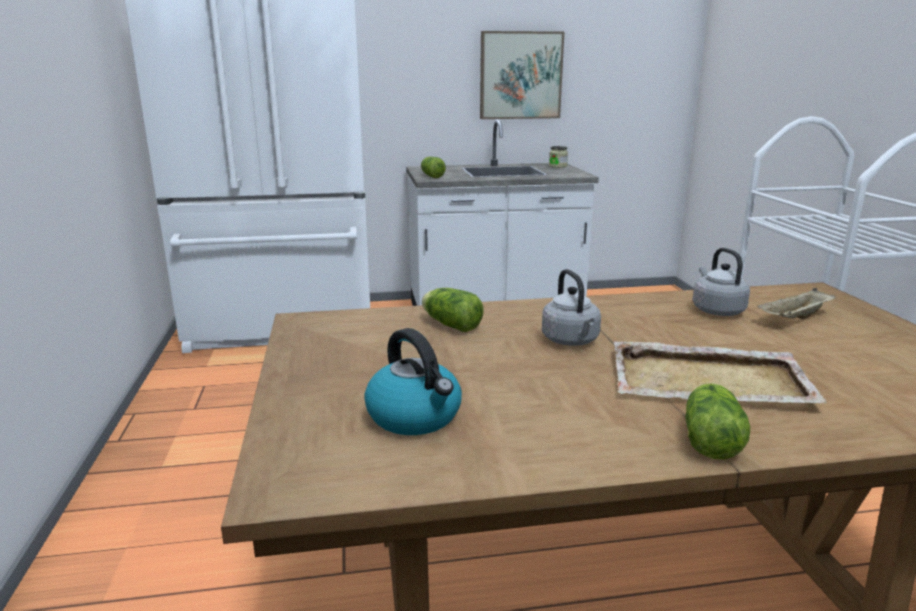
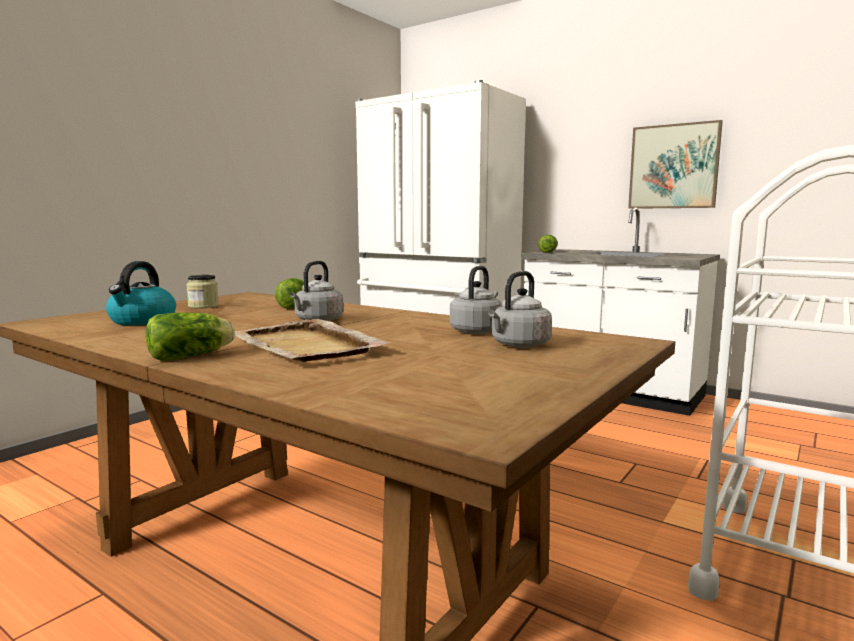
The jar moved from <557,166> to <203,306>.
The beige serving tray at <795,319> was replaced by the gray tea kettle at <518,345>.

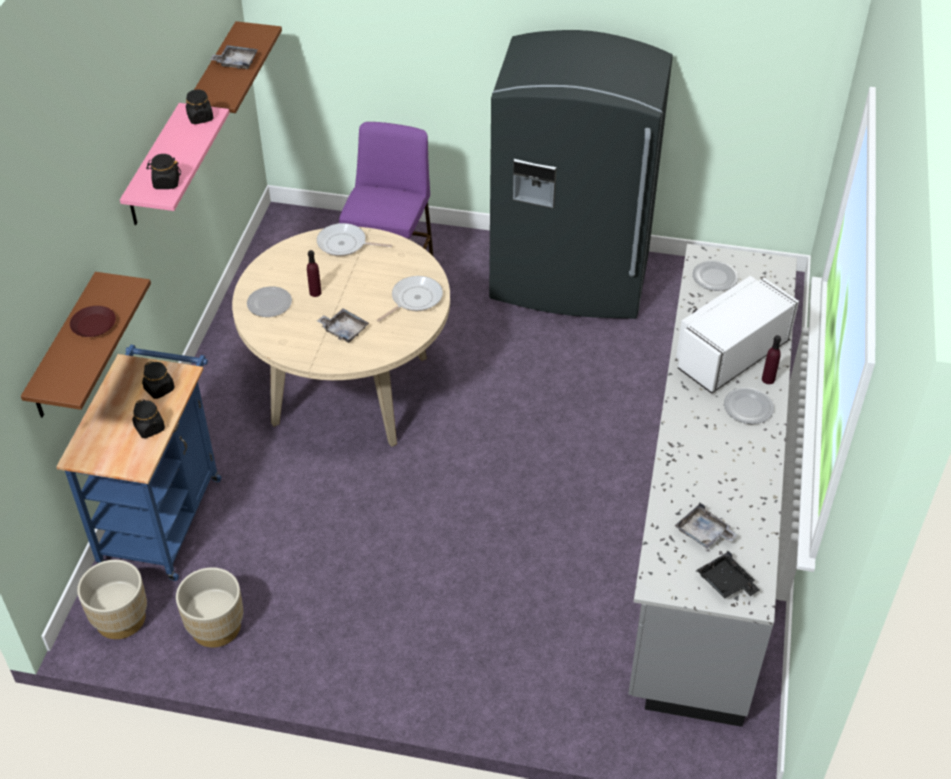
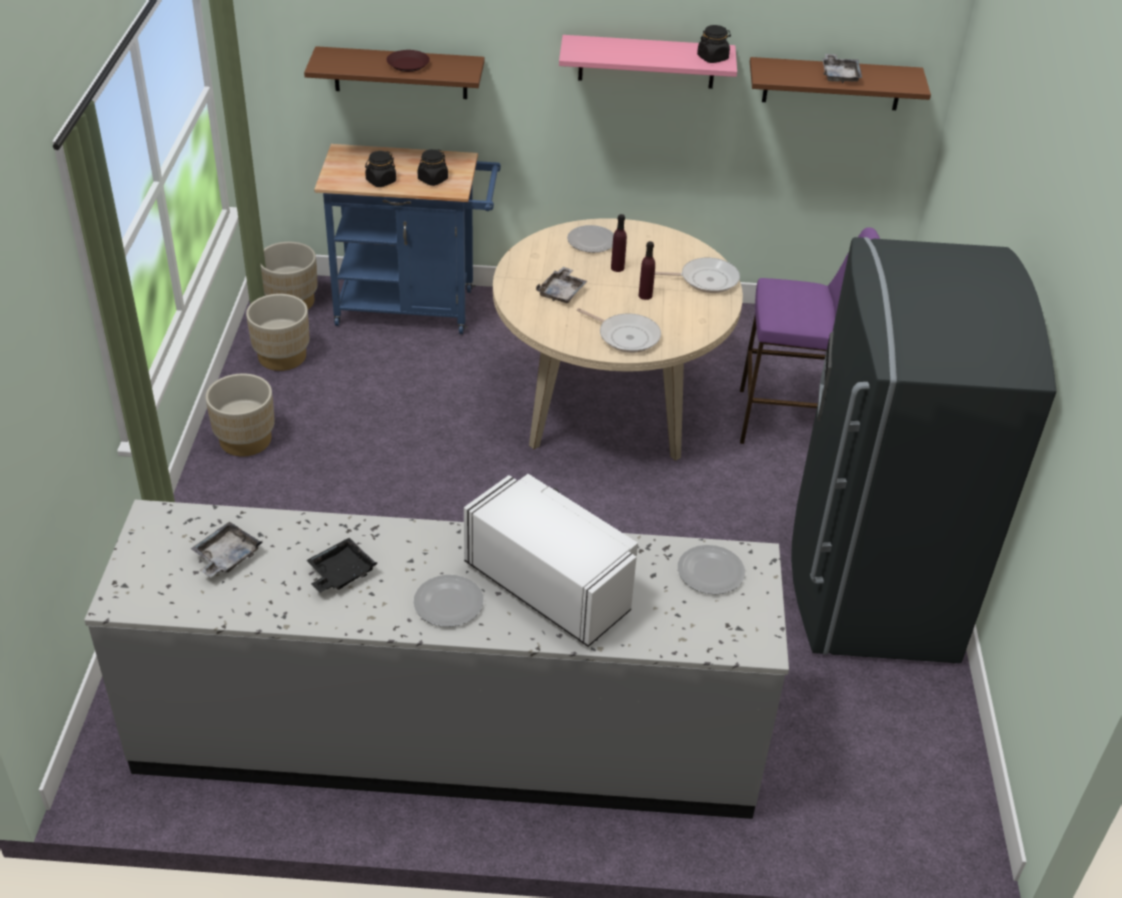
The black-coloured jar at <166,183> disappeared.
The pan at <345,244> turned 90 degrees clockwise.
The purple drink bottle moved from <768,379> to <645,295>.
The black-coloured serving tray moved from <726,583> to <340,573>.
The beige plant pot at <245,440> appeared.

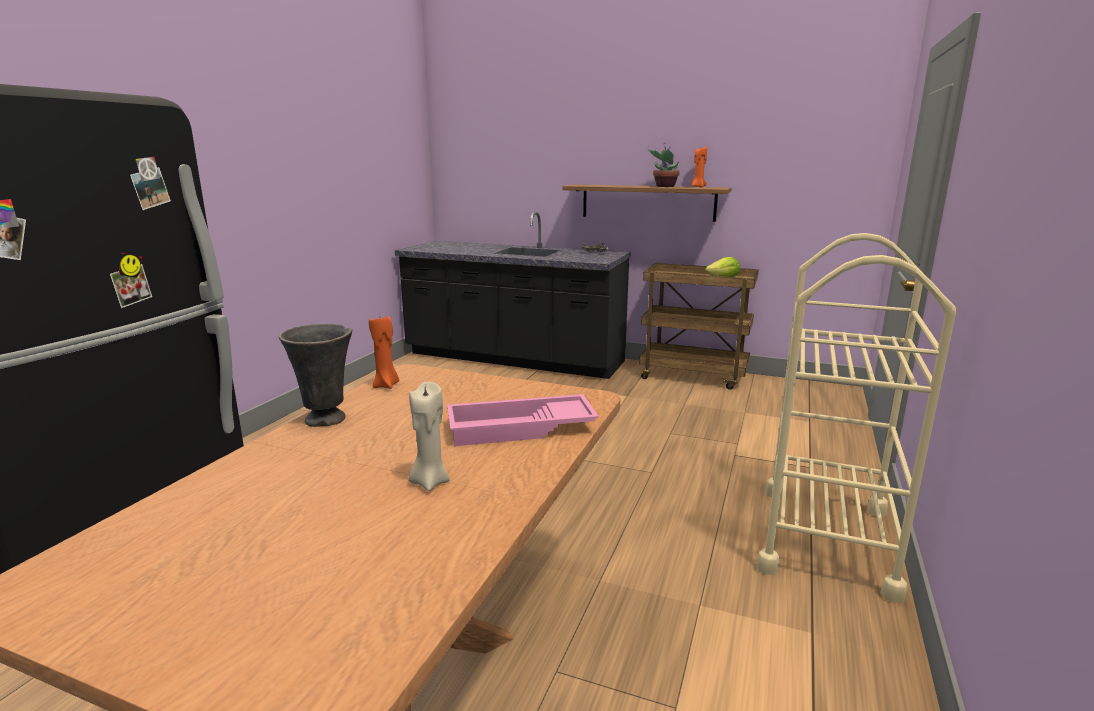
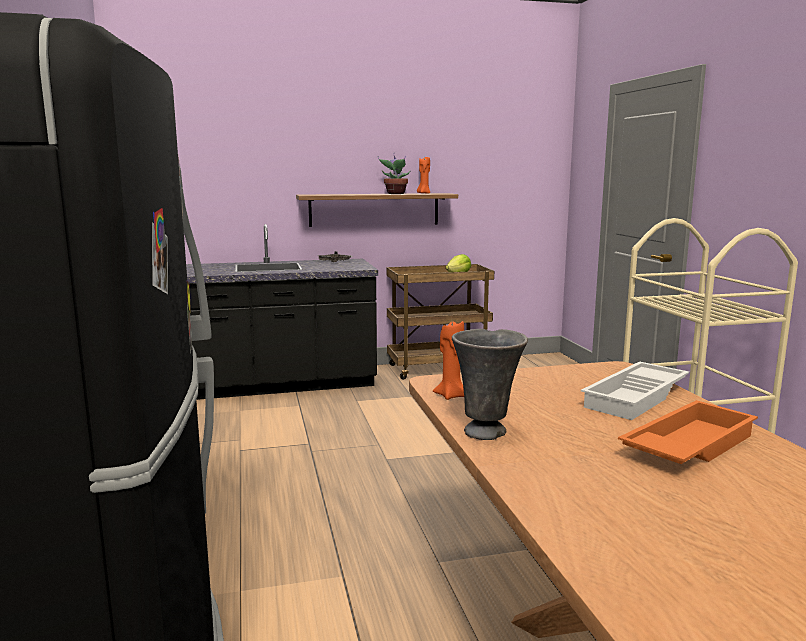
The beige wax light at <429,482> was replaced by the orange serving tray at <687,445>.
The pink serving tray at <520,429> became the white-coloured serving tray at <637,398>.

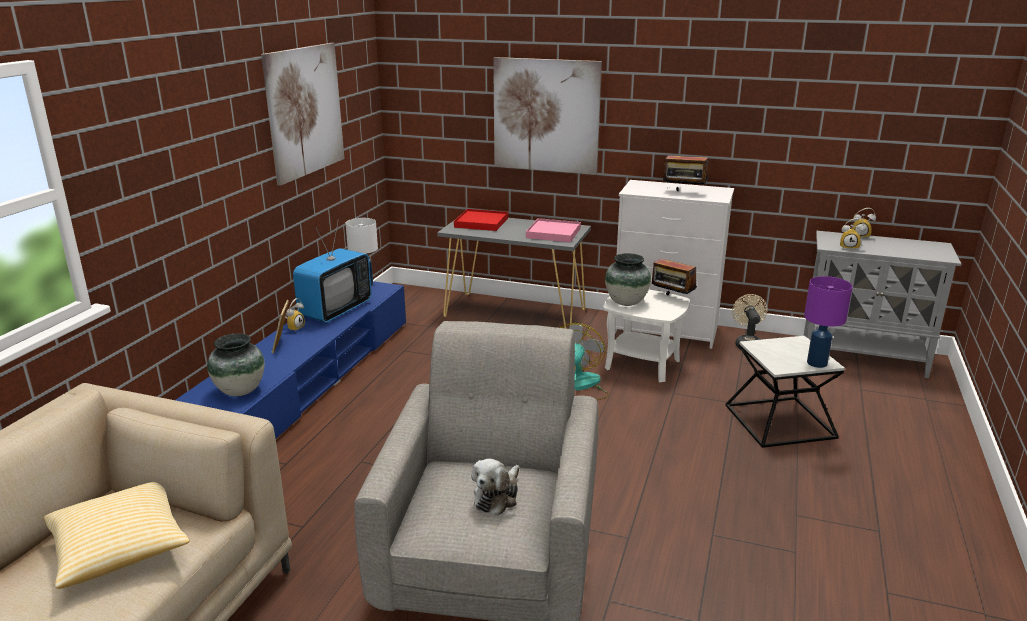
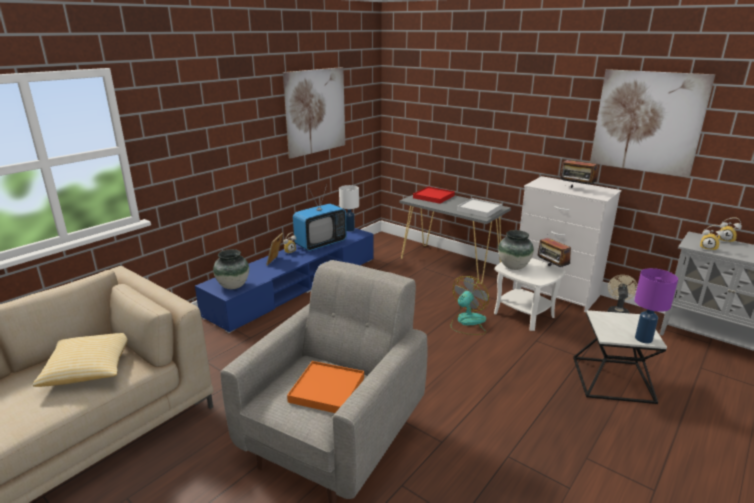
The picture moved from <546,115> to <647,122>.
The pink serving tray at <553,233> became the white-coloured serving tray at <479,209>.
The cuddly toy at <497,496> was replaced by the orange serving tray at <327,389>.

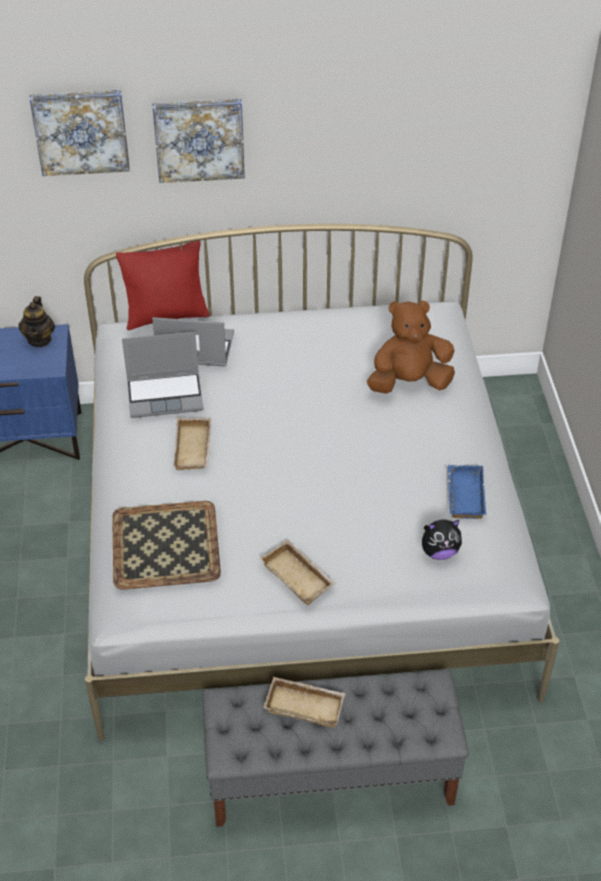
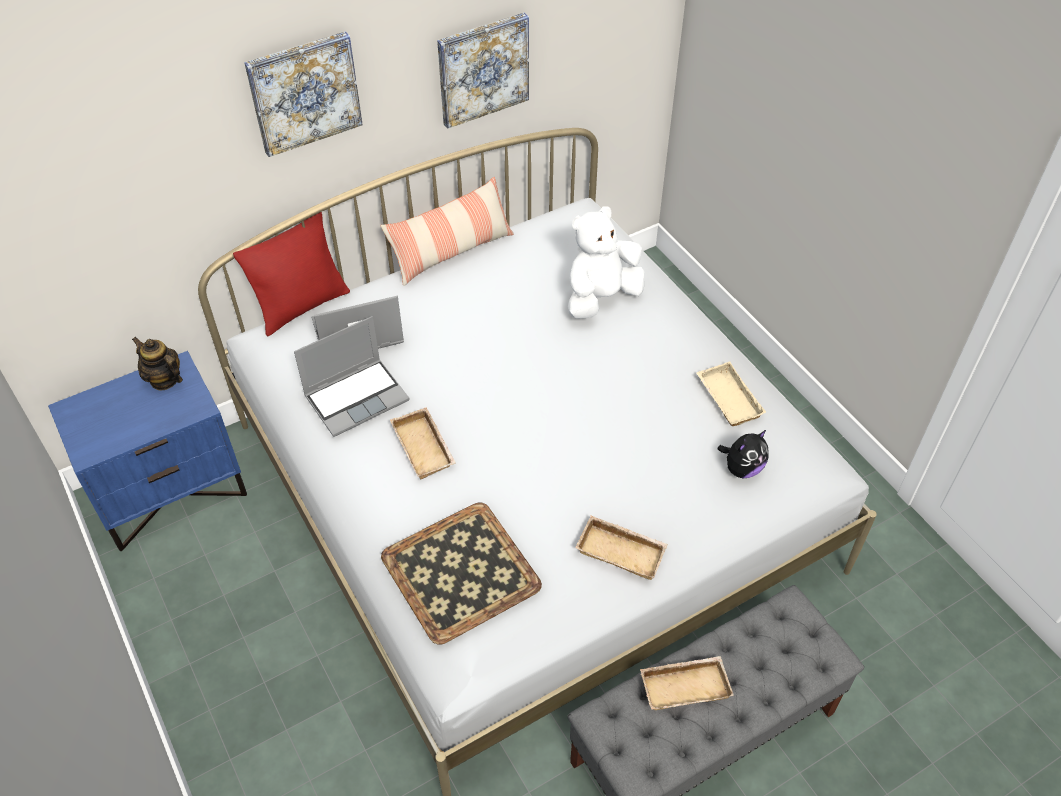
The picture moved from <81,131> to <483,69>.
The tea pot at <39,339> turned 150 degrees clockwise.
The brown-coloured cuddly toy at <409,383> became the white-coloured cuddly toy at <601,298>.
The bluish serving tray at <463,495> became the beige serving tray at <726,398>.
The pillow at <451,252> appeared.

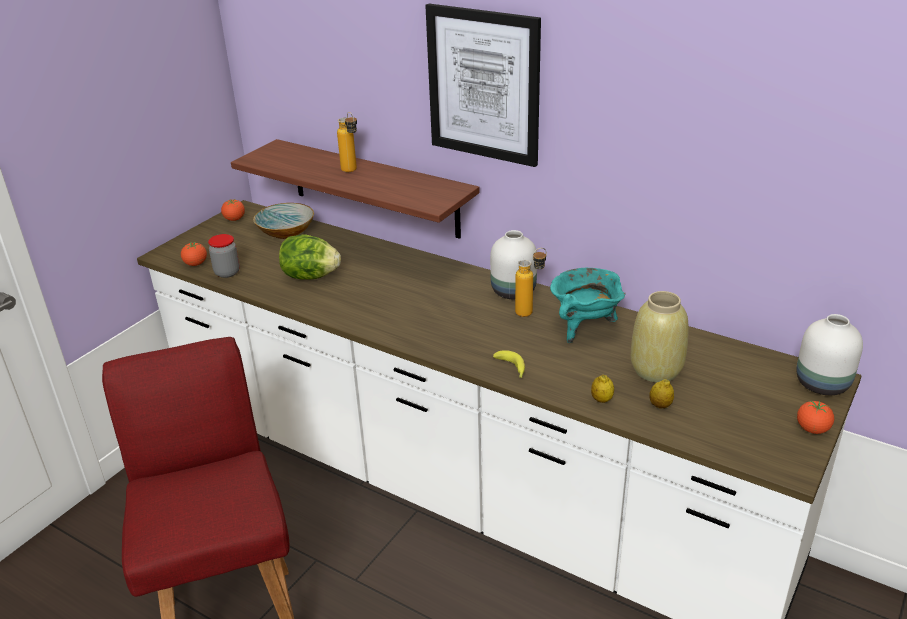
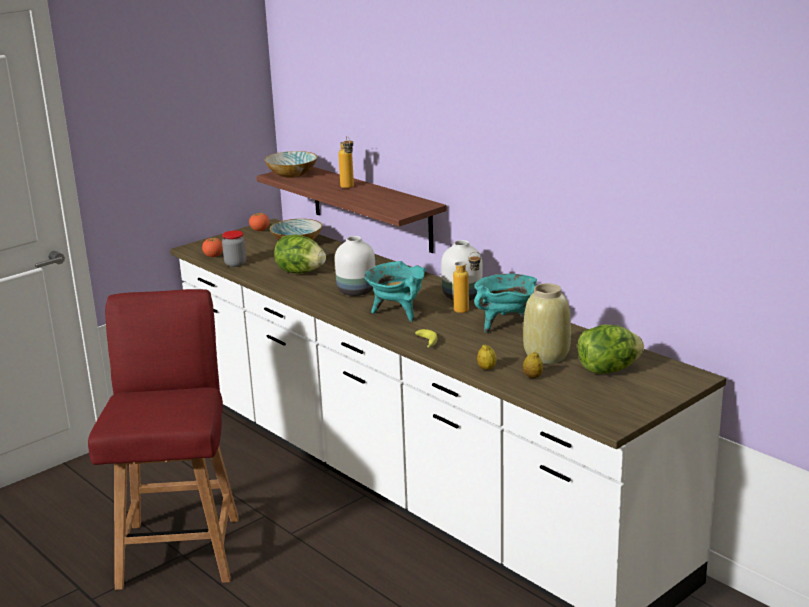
The picture at <483,85> disappeared.
The white-coloured vase moved from <821,383> to <356,291>.
The whole tomato at <812,429> disappeared.
The bowl at <292,174> appeared.
The blue-green saucepot at <397,313> appeared.
The head of lettuce at <608,370> appeared.

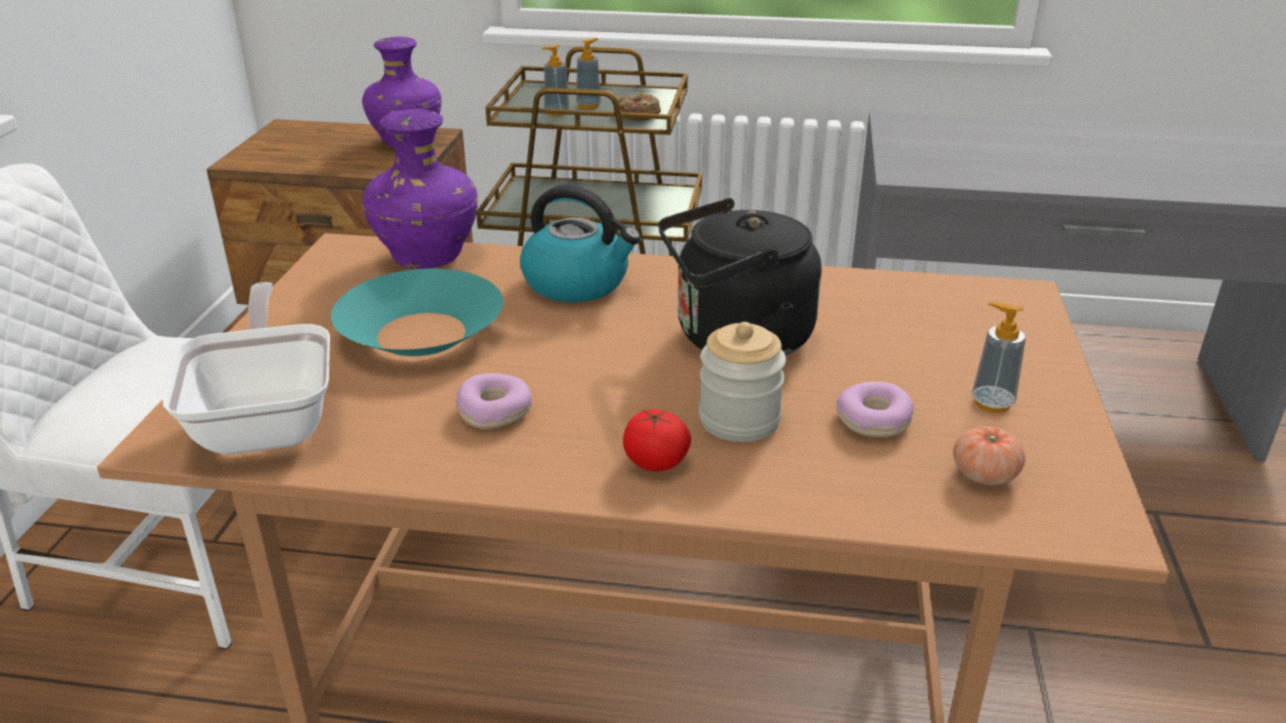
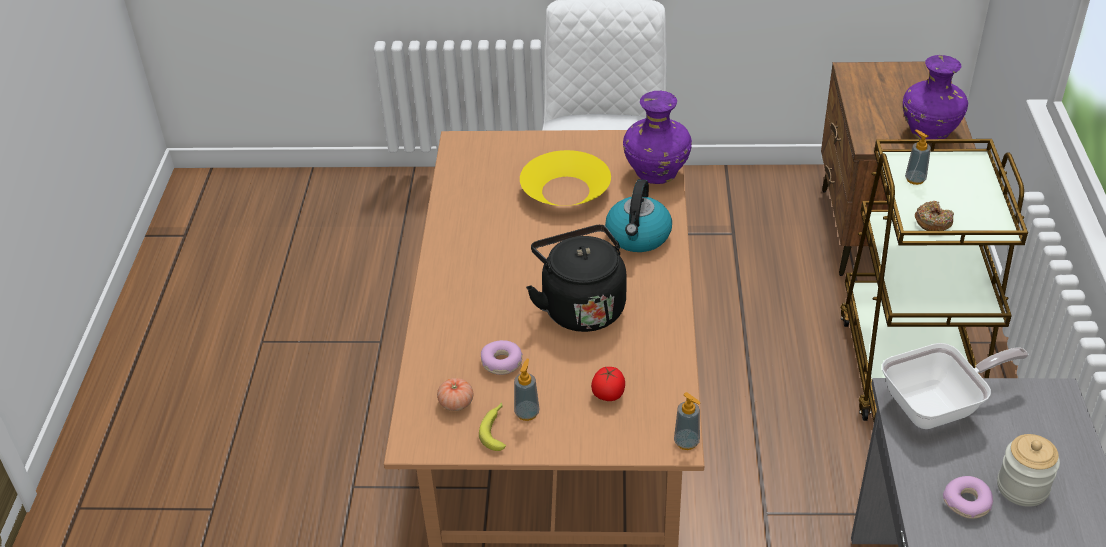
The soap dispenser moved from <588,106> to <686,442>.
The blue-green bowl at <420,333> became the yellowish bowl at <565,190>.
The pan moved from <268,418> to <939,406>.
The jar moved from <739,420> to <1022,487>.
The doughnut moved from <494,411> to <967,502>.
The whole tomato moved from <655,462> to <608,394>.
The whole banana at <496,429> appeared.

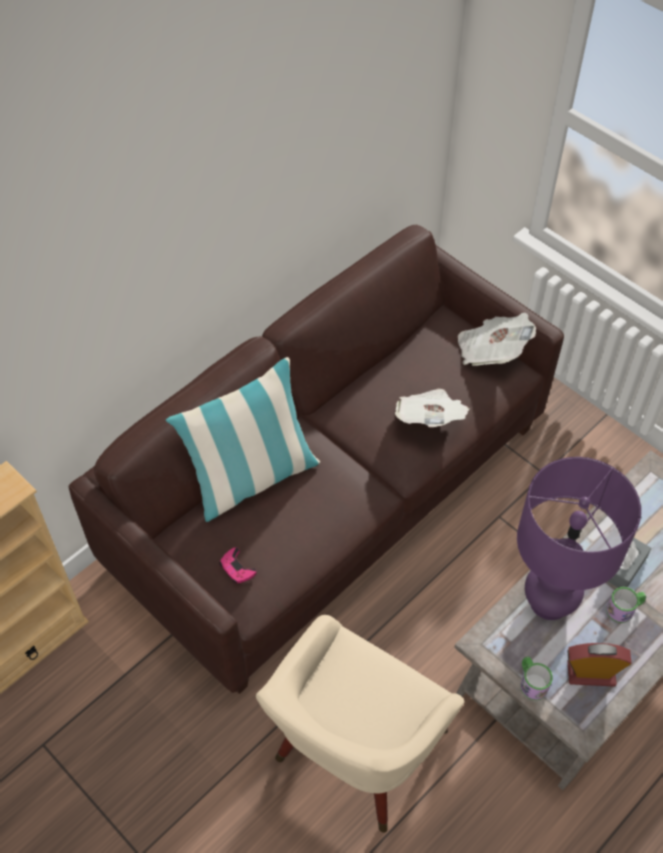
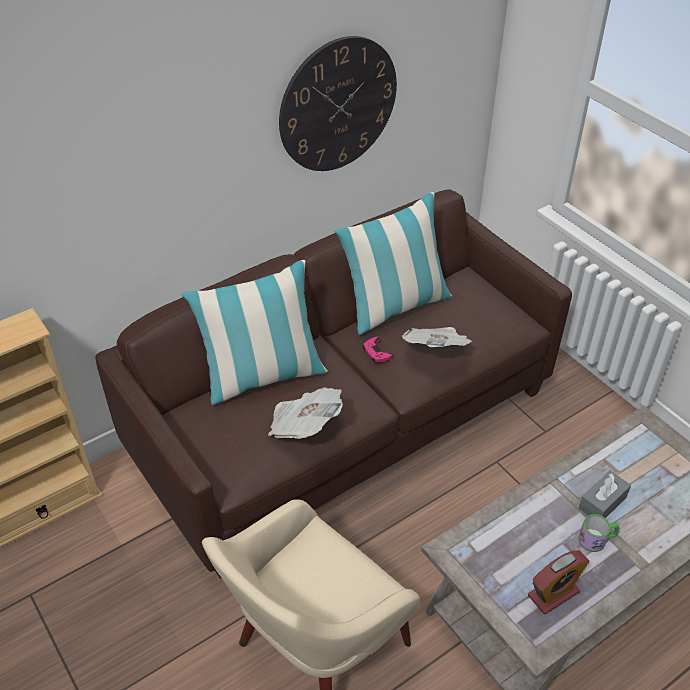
The printed paper moved from <491,351> to <304,426>.
The purple lamp for a table at <548,601> disappeared.
The pink joypad moved from <237,568> to <376,352>.
The table clock at <591,673> turned 135 degrees clockwise.
The tea mug at <531,682> disappeared.
The wall clock at <338,105> appeared.
The pillow at <395,307> appeared.

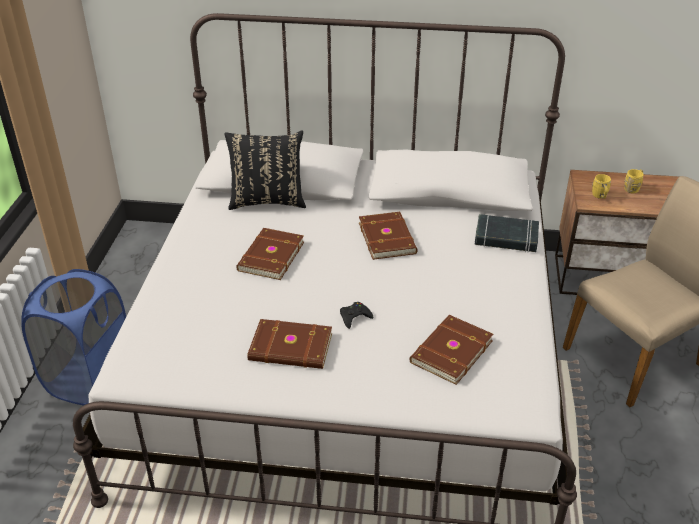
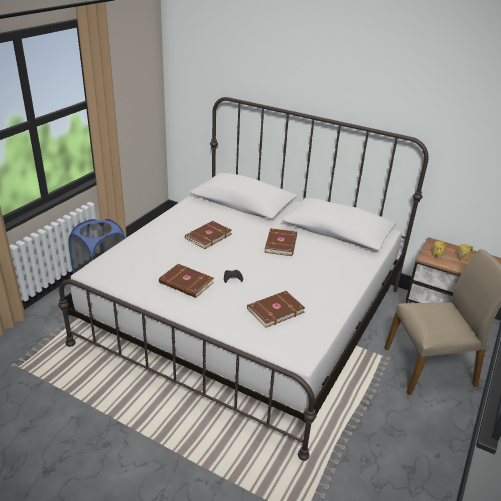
The black-coloured pillow at <267,201> disappeared.
The black-coloured bound book at <506,238> disappeared.

